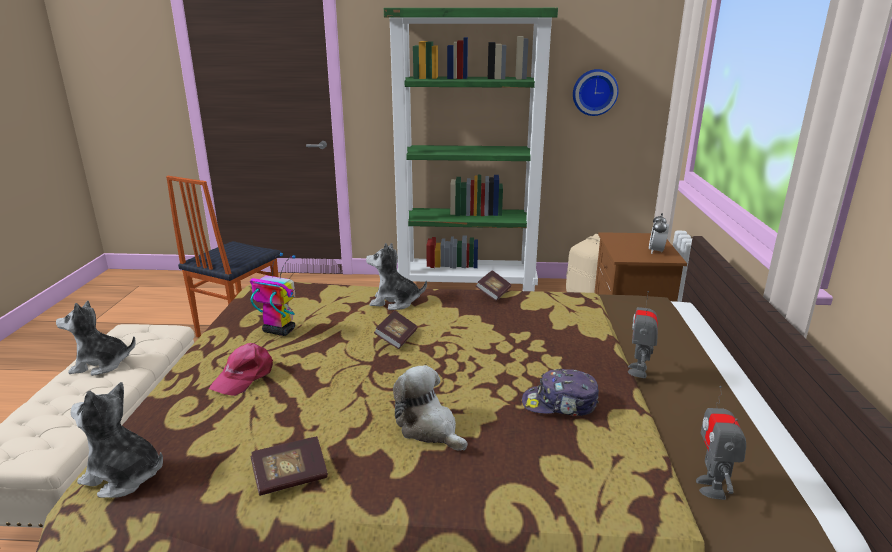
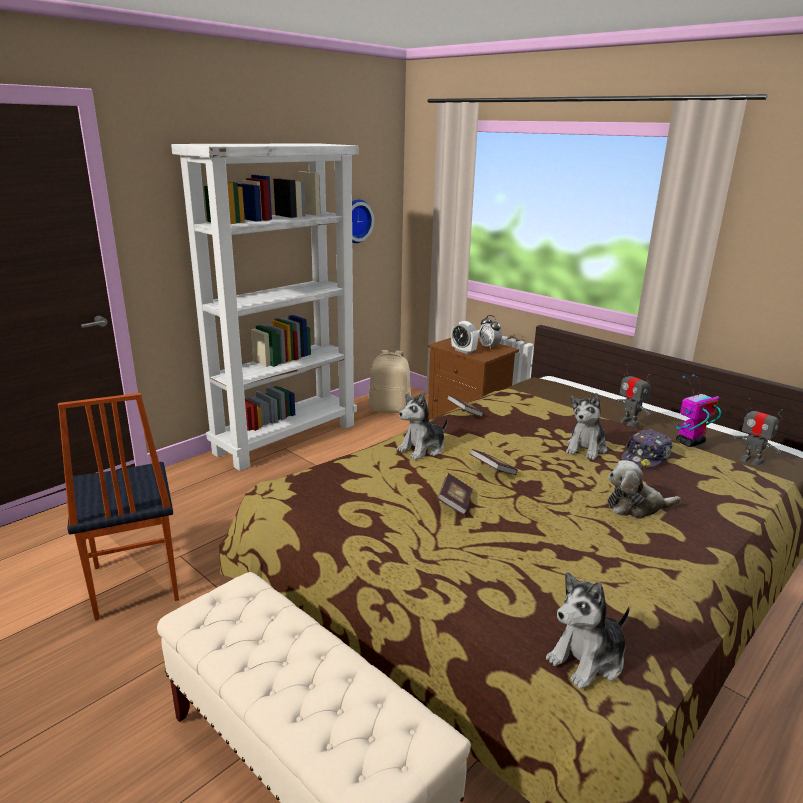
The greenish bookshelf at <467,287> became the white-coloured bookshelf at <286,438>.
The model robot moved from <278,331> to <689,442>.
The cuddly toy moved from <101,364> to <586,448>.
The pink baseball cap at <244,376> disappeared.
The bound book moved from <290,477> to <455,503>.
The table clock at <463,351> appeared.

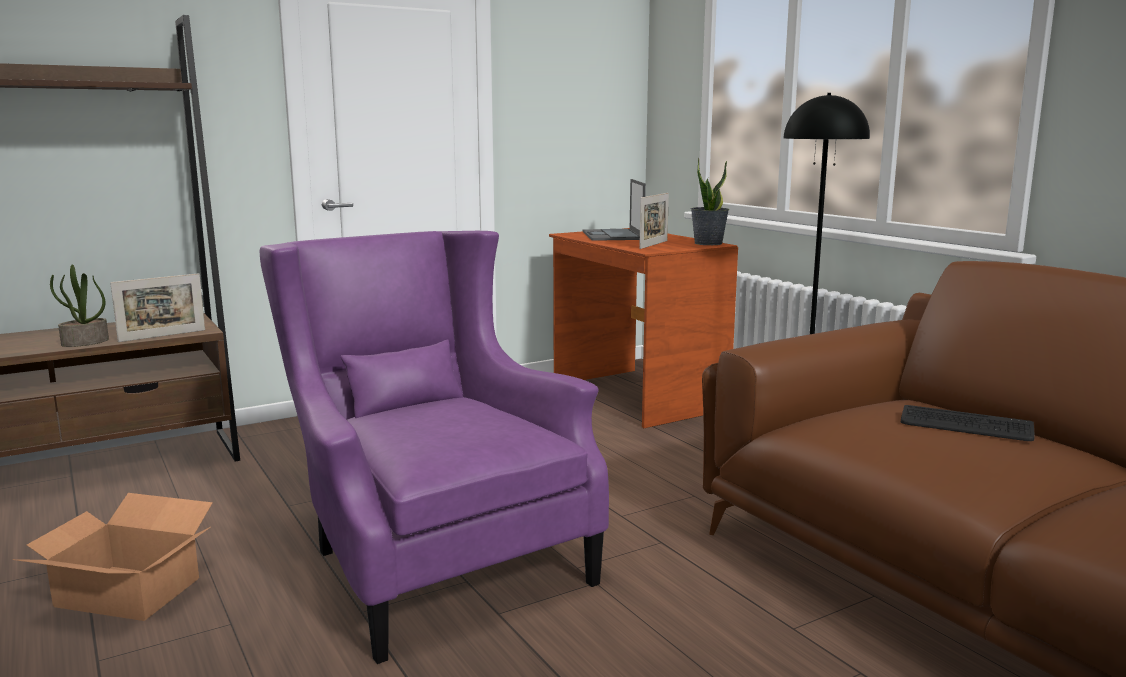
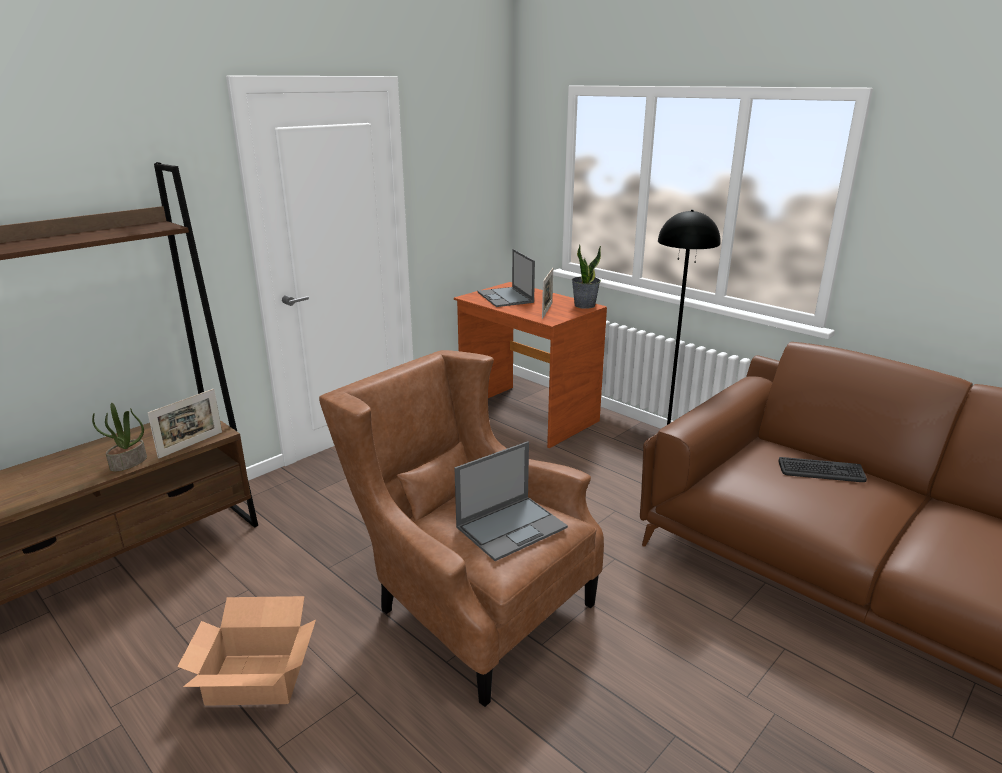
The purple armchair at <431,560> became the brown-coloured armchair at <468,604>.
The notebook computer at <512,527> appeared.

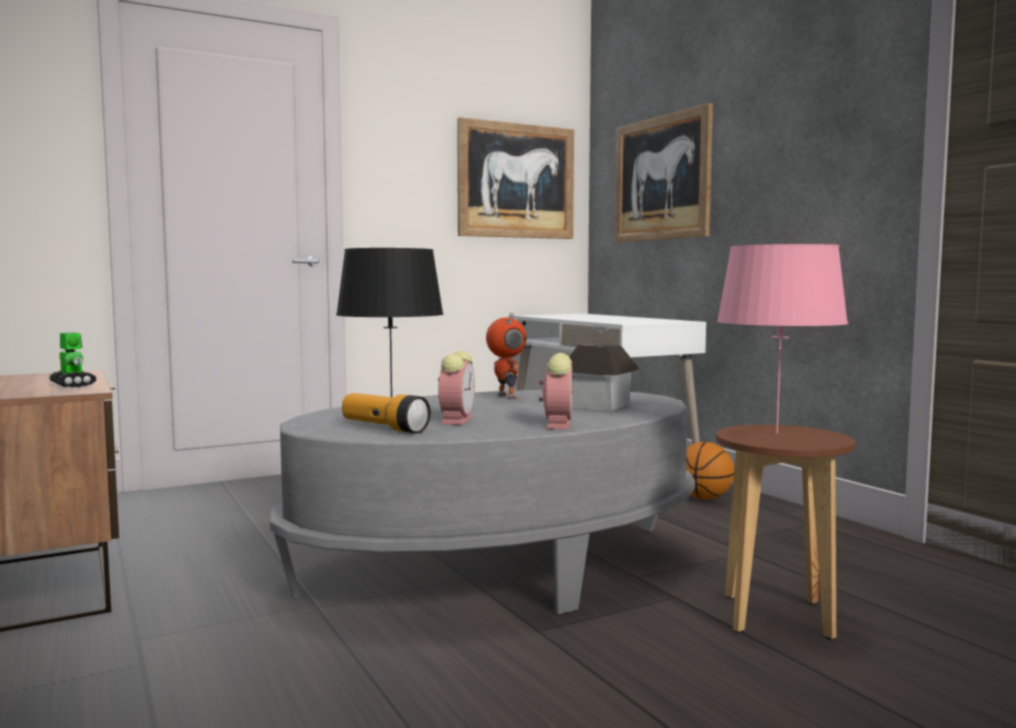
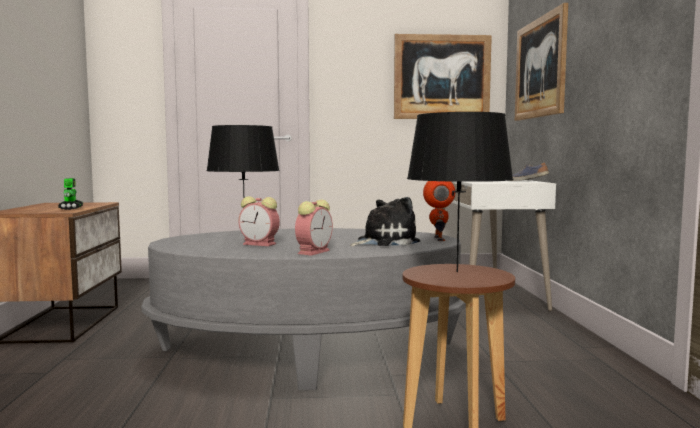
The pink lamp for a table at <776,433> became the black-coloured lamp for a table at <456,271>.
The model robot moved from <505,397> to <438,239>.
The model house at <599,405> was replaced by the cuddly toy at <384,242>.
The table clock at <456,420> turned 75 degrees clockwise.
The hand torch at <384,428> disappeared.
The ball for basketball at <703,498> disappeared.
The shoe at <527,181> appeared.

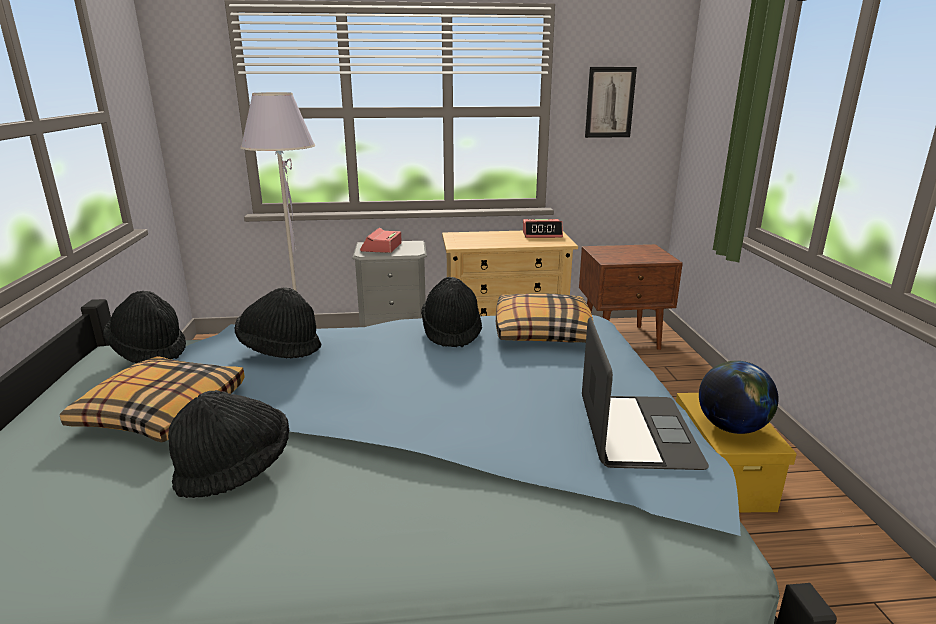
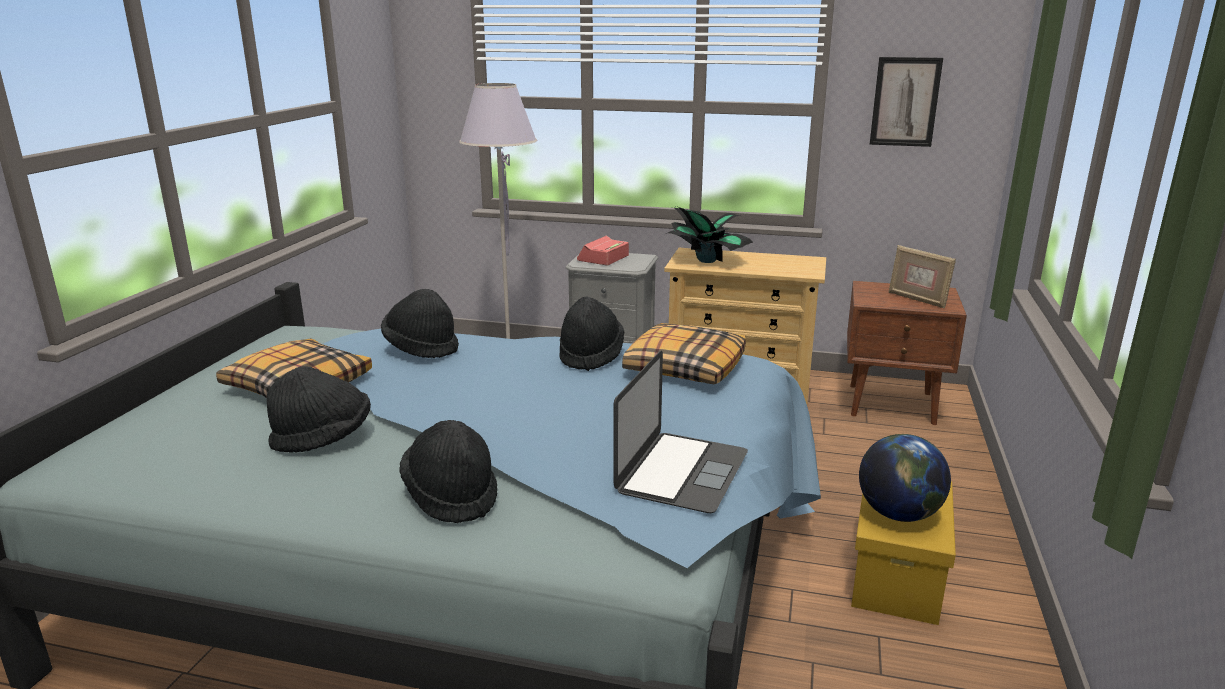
The table clock at <542,234> disappeared.
The black-coloured clothing hat moved from <149,350> to <451,495>.
The plant in a pot at <706,260> appeared.
The picture frame at <917,299> appeared.

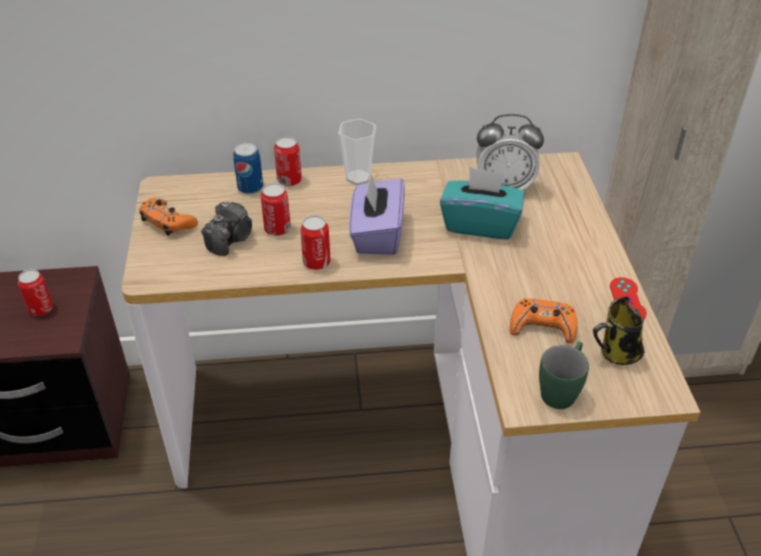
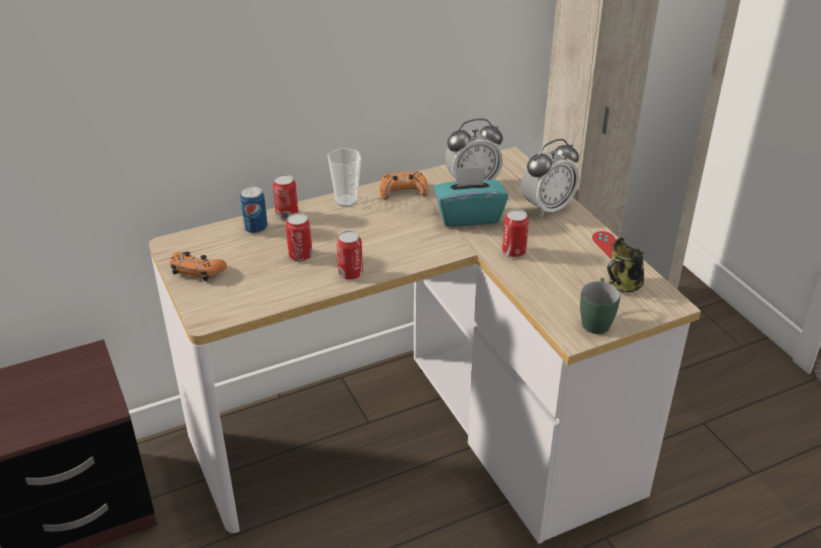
The purple tissue holder at <377,234> disappeared.
The still camera at <231,239> disappeared.
The sealed can moved from <41,309> to <514,251>.
The orange joypad moved from <542,327> to <403,191>.
The table clock at <547,208> appeared.

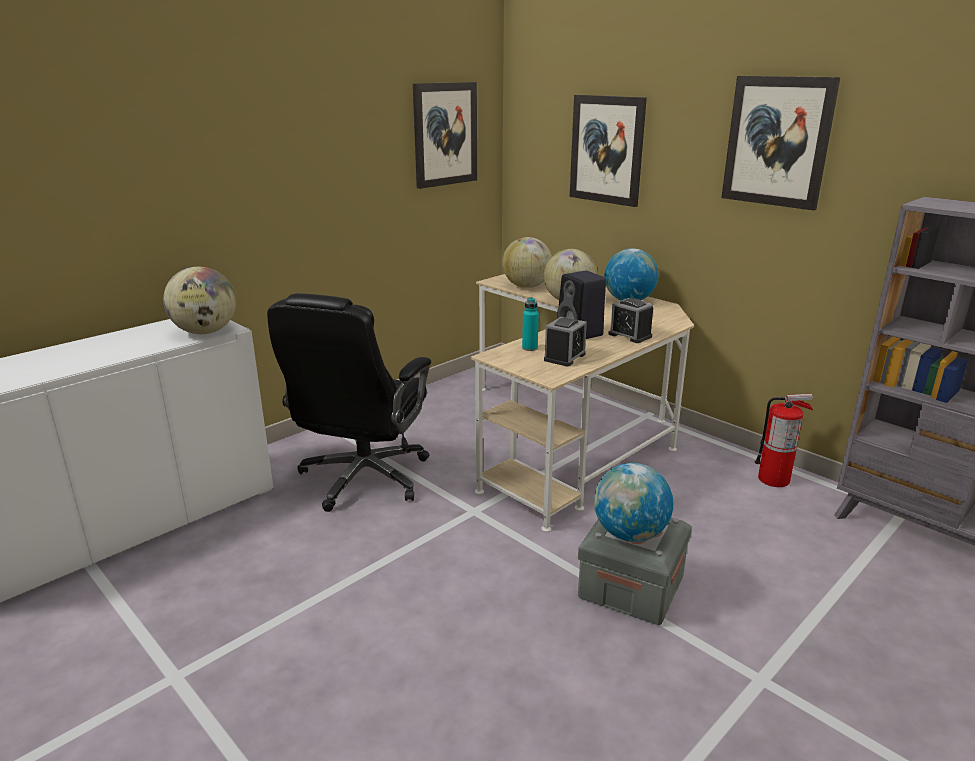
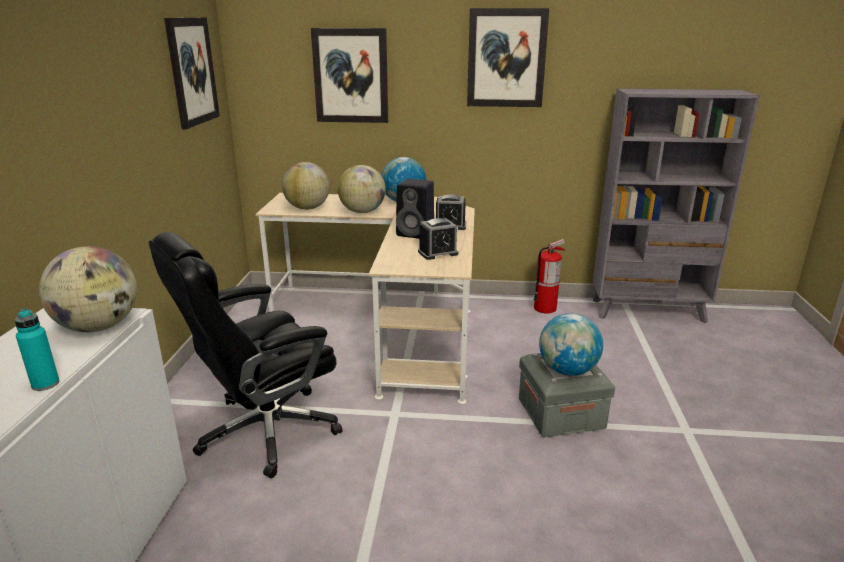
The black-coloured computer chair at <363,478> turned 75 degrees clockwise.
The blue-green drink bottle moved from <529,348> to <45,384>.
The table clock at <564,357> turned 75 degrees clockwise.

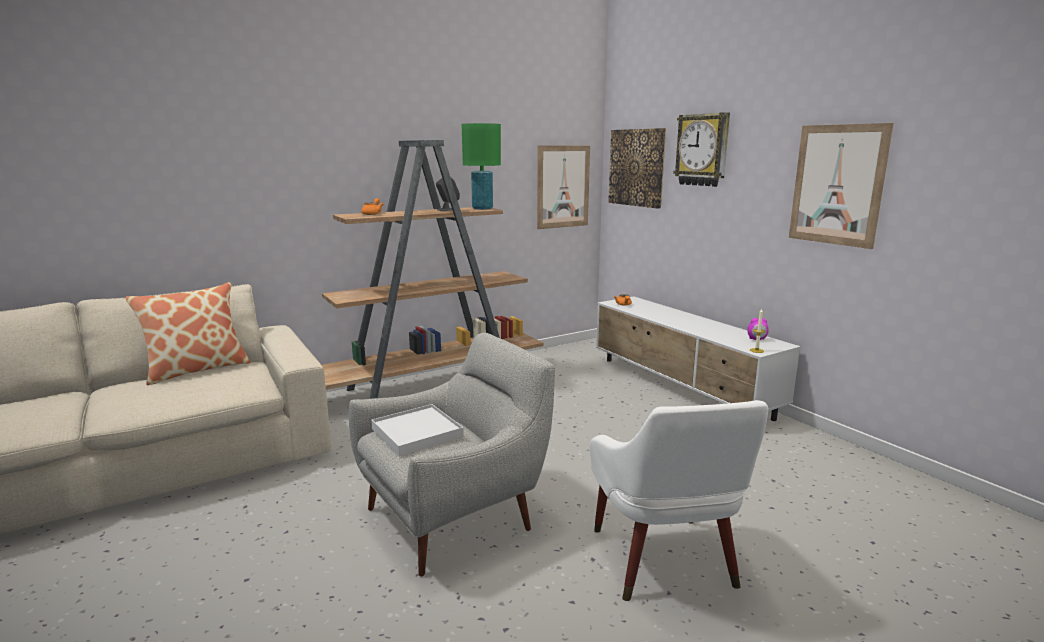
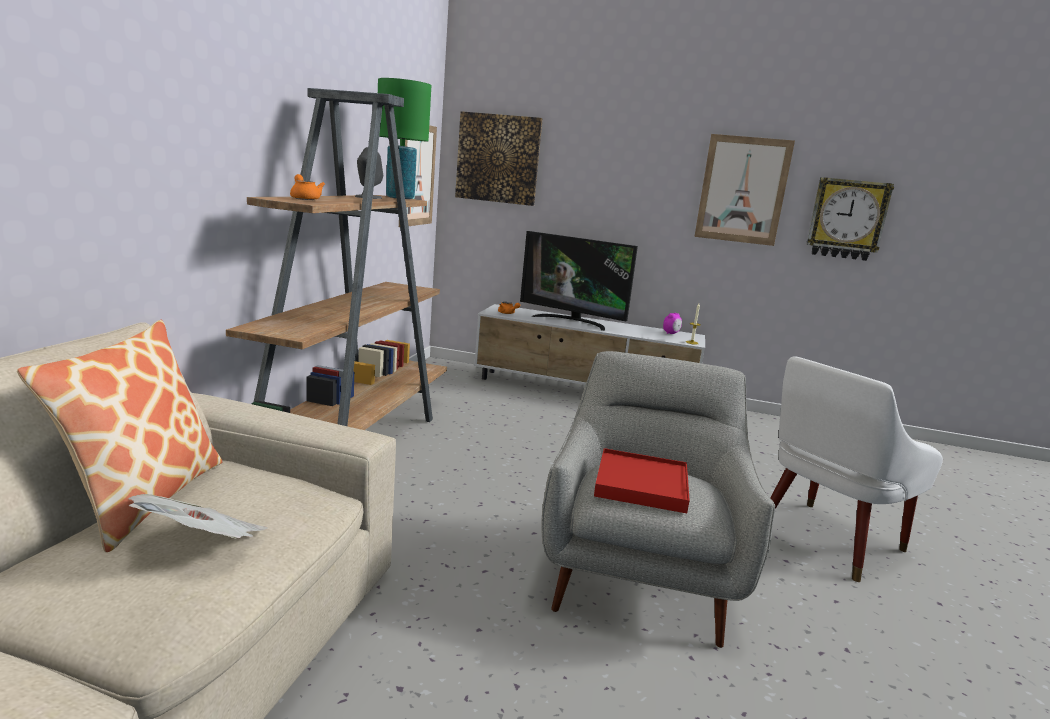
The wall clock moved from <702,150> to <847,219>.
The white-coloured armchair at <665,564> turned 105 degrees clockwise.
The white-coloured serving tray at <416,433> became the reddish serving tray at <641,484>.
The television at <572,321> appeared.
The printed paper at <203,545> appeared.

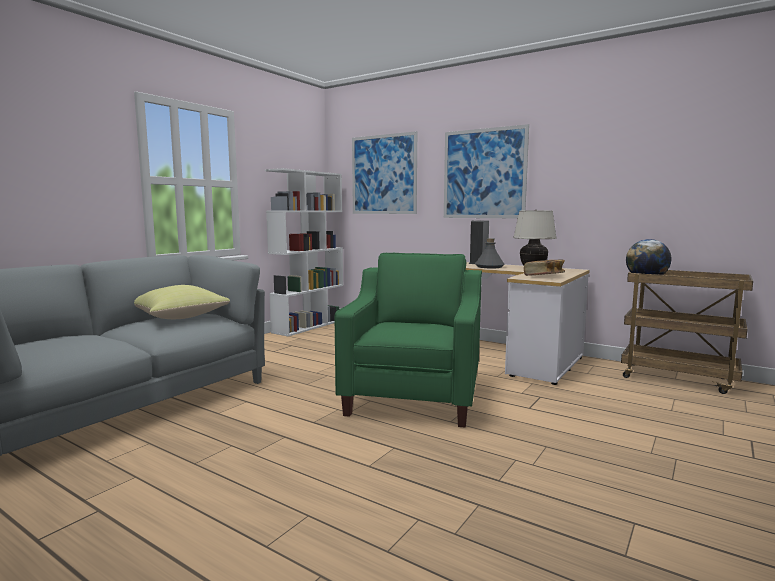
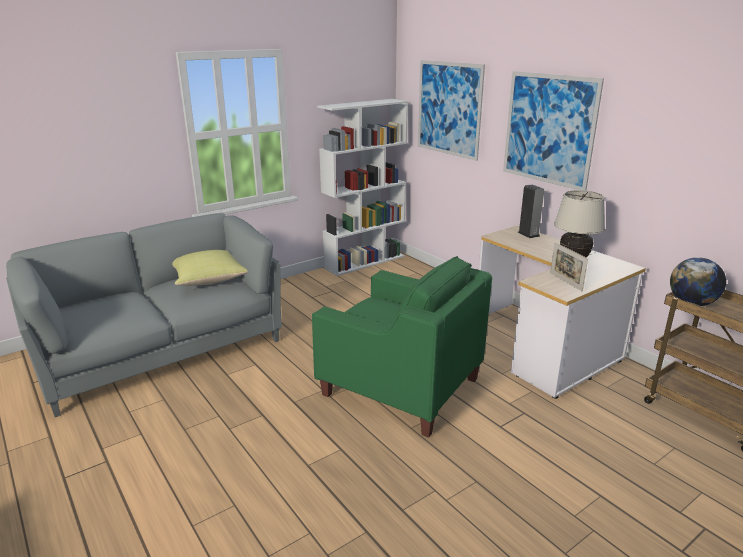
The gray drink bottle at <489,267> disappeared.
The greenish armchair at <414,396> turned 90 degrees clockwise.
The bound book at <544,276> was replaced by the picture frame at <565,282>.

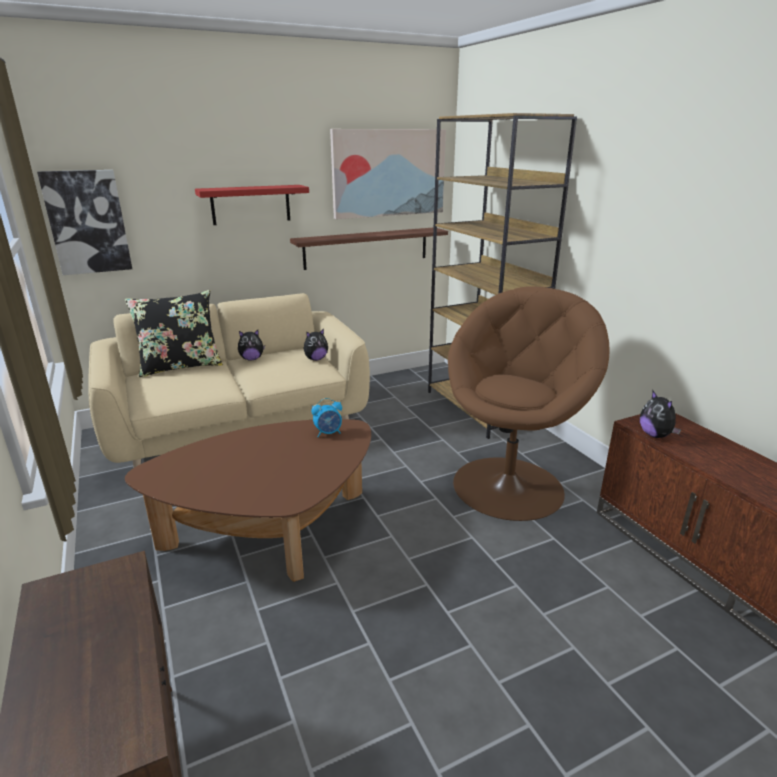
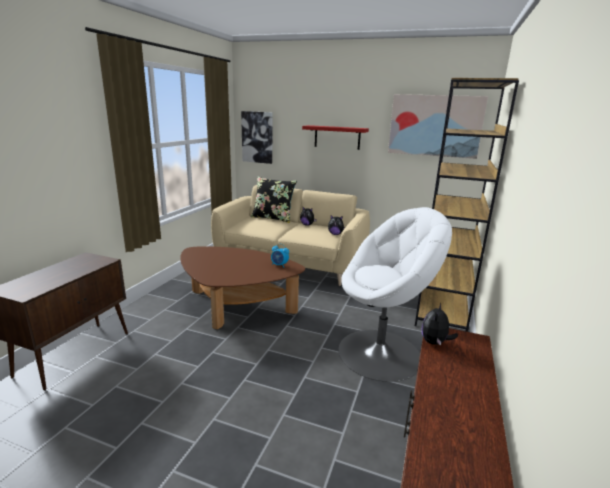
The shelf at <366,248> disappeared.
The brown-coloured armchair at <509,486> became the white-coloured armchair at <381,353>.

